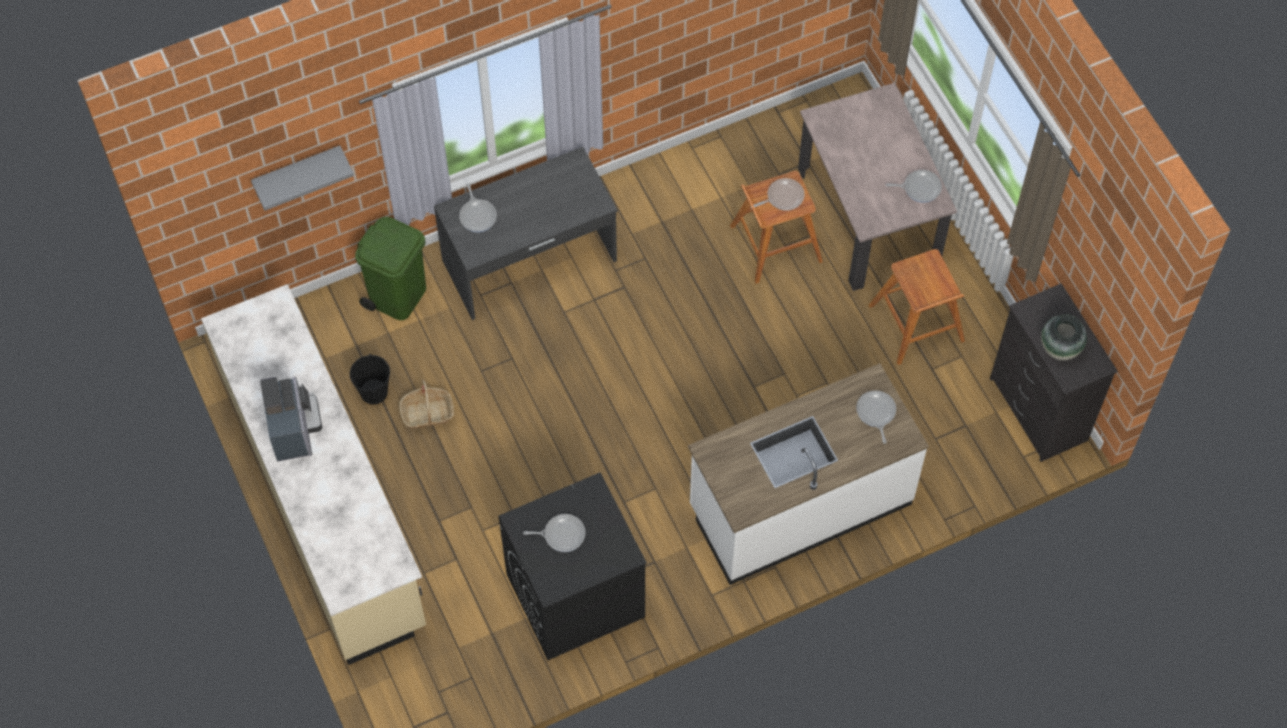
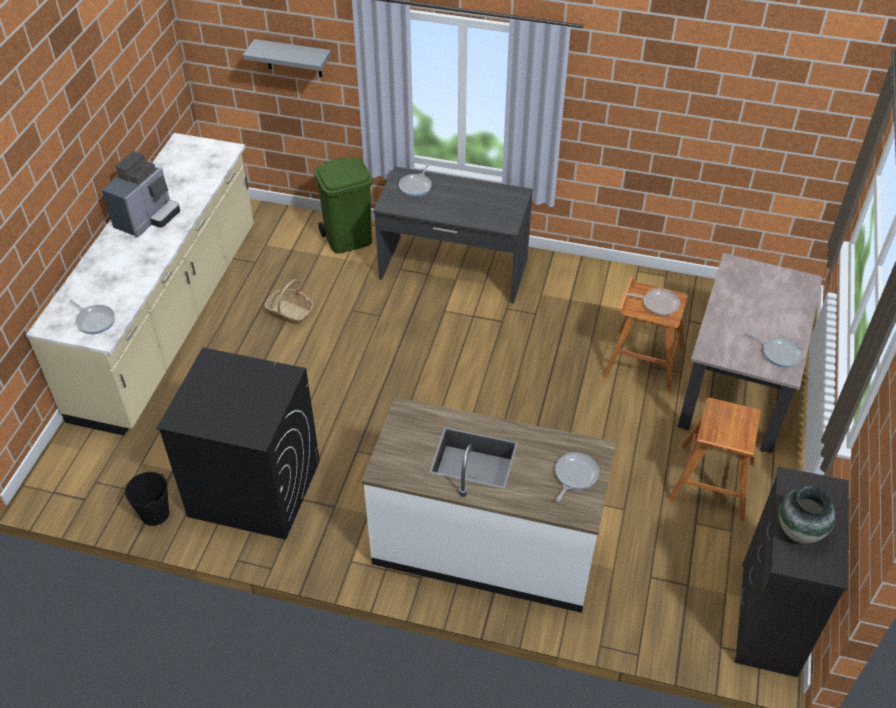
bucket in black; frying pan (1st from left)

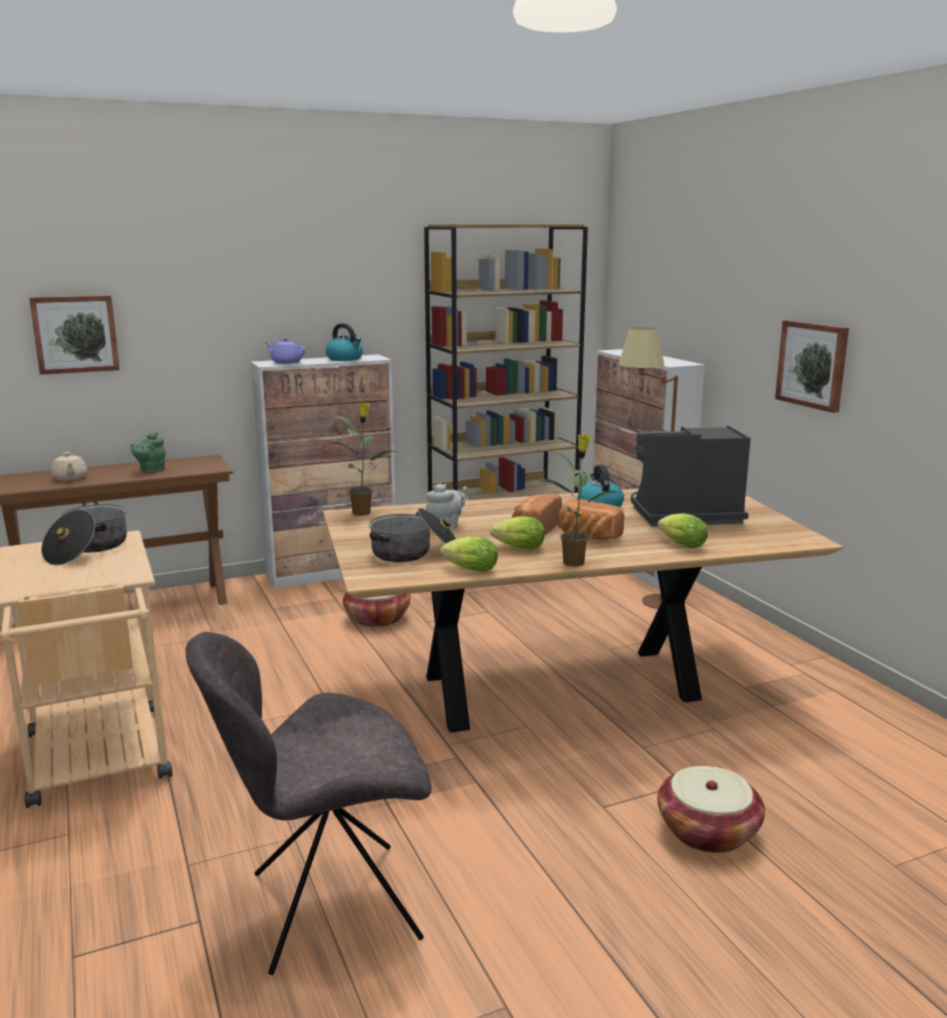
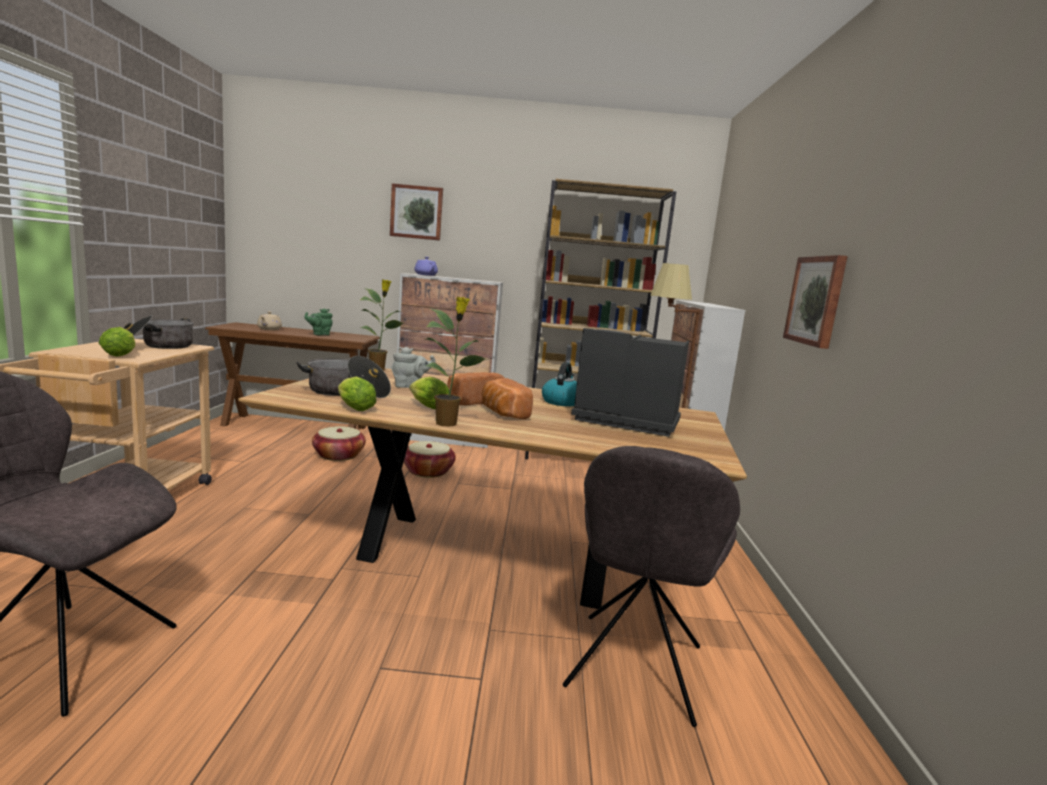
picture (1st from left); kettle (1st from left in the first image); lettuce (1st from left); basket (1st from left); chair in grey (2nd from left)

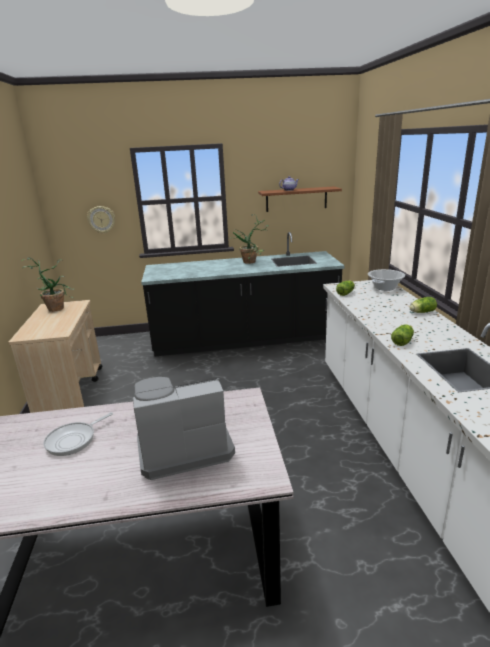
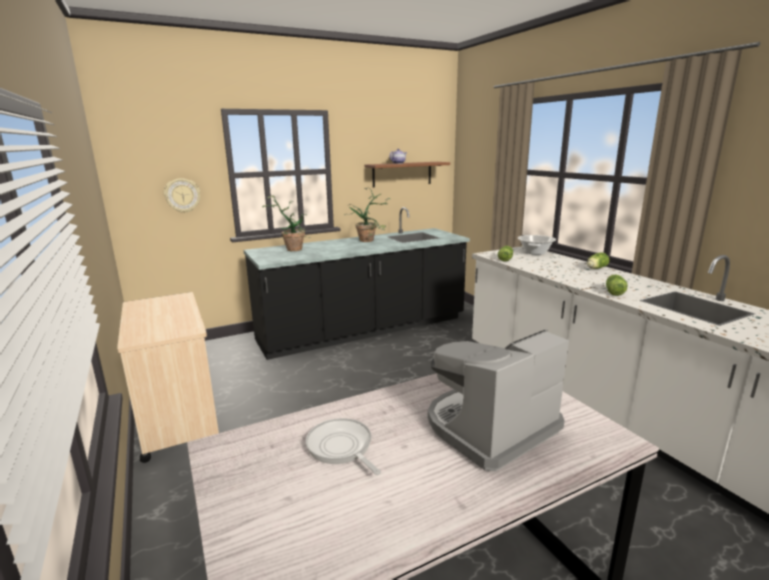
potted plant (1st from left); frying pan

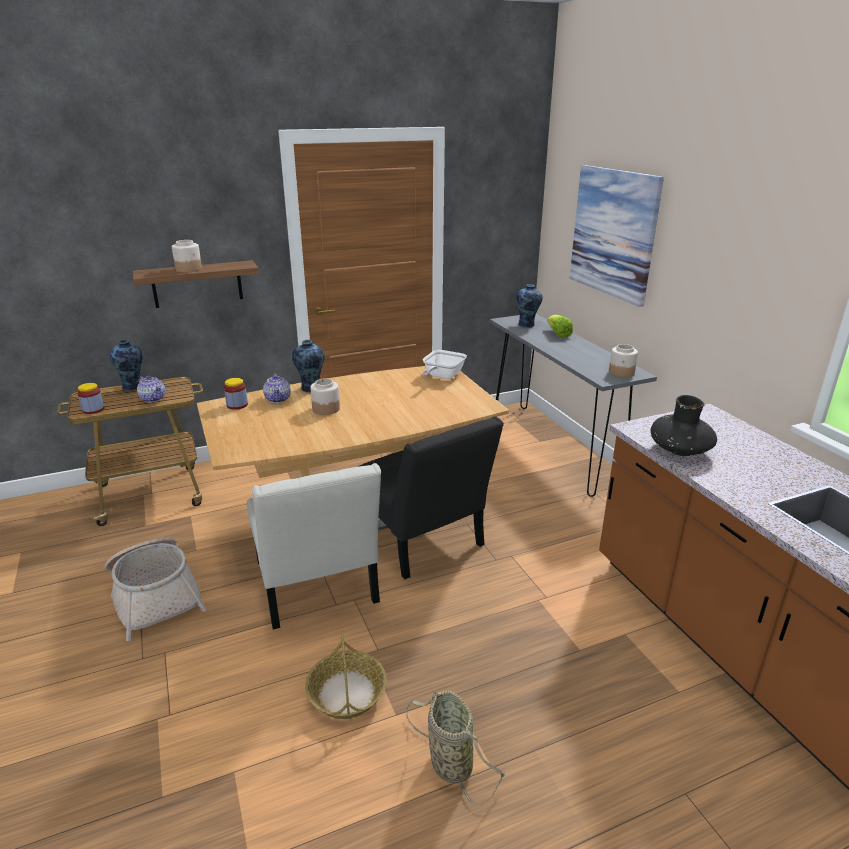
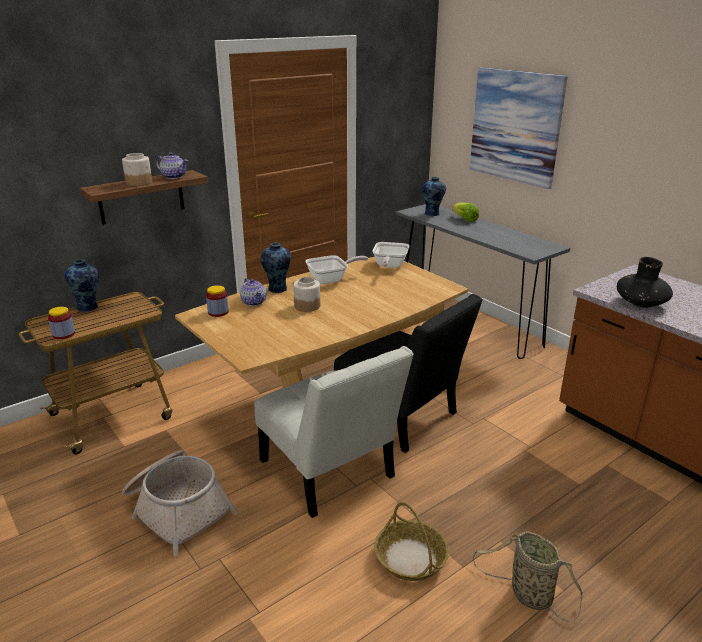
jar (5th from left in the first image); teapot (1st from left); frying pan (1st from left)

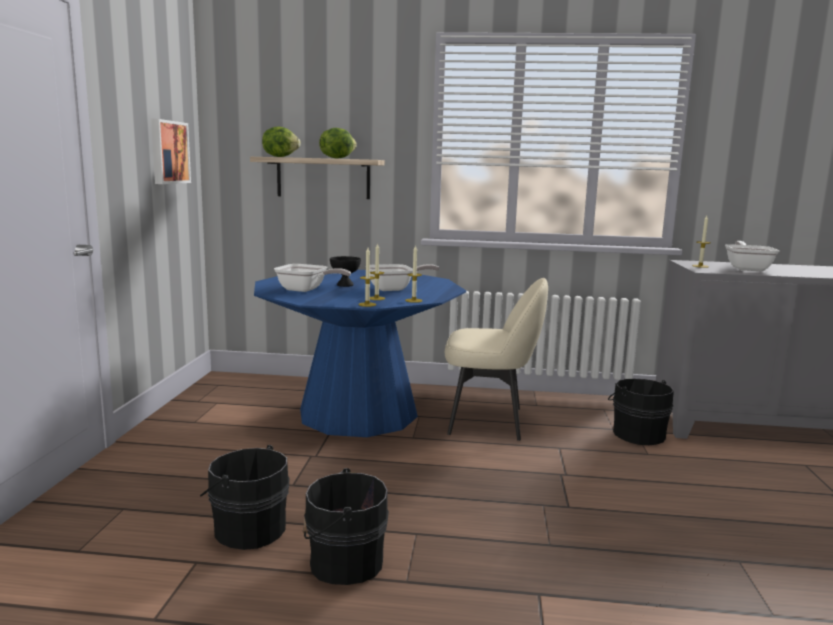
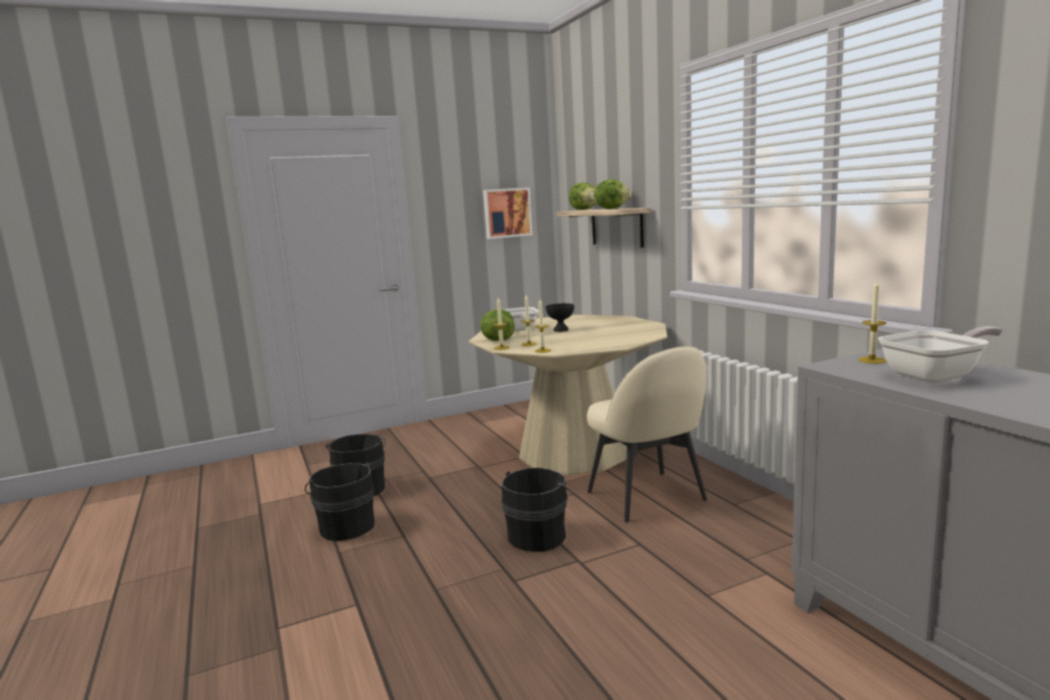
frying pan (2nd from left in the first image); dining table in beige; bucket in black (3rd from left); lettuce (1st from left)

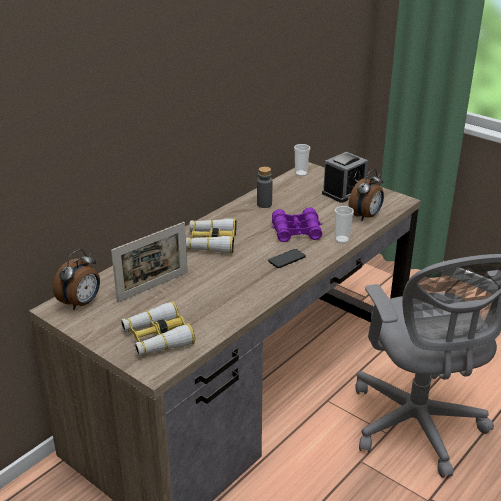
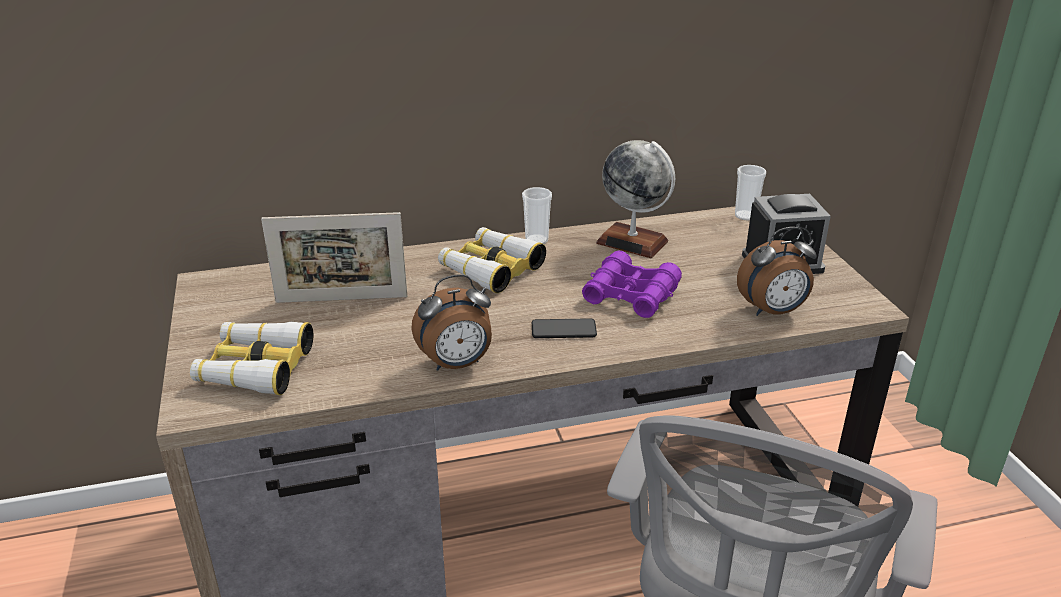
globe; cup (1st from left); alarm clock (1st from left)

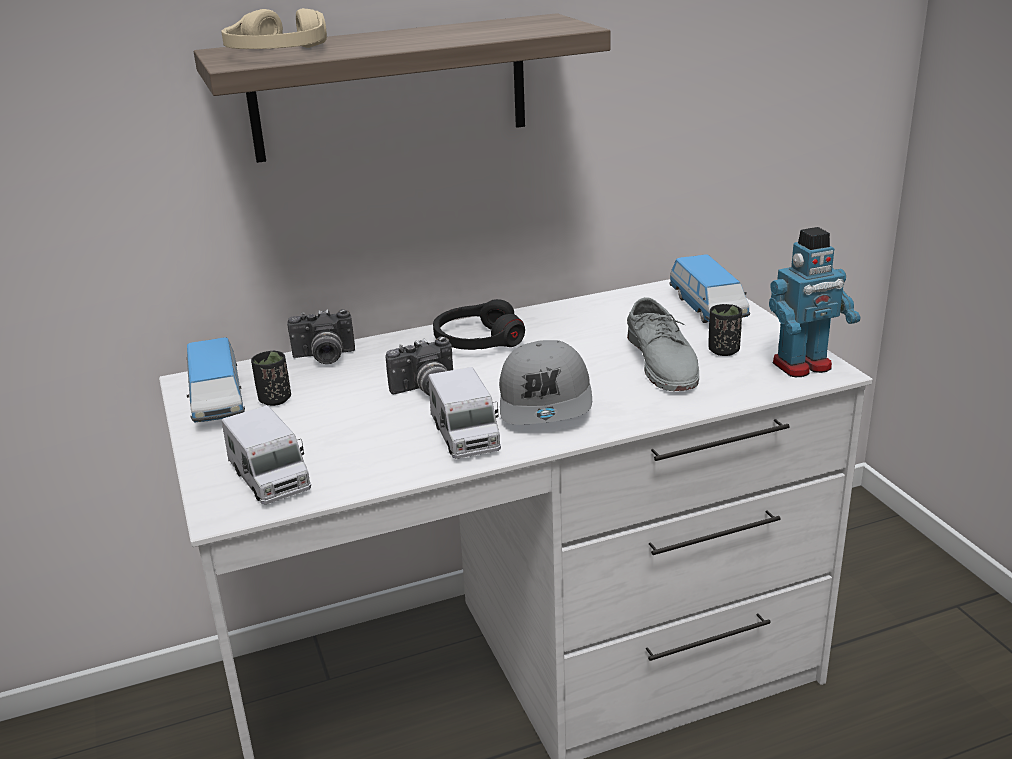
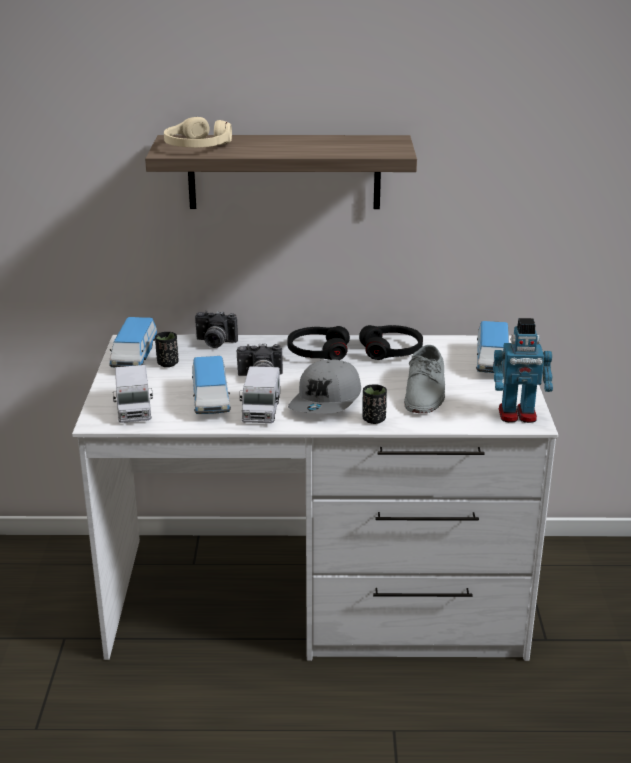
cup in black (2nd from left); headphones in black (2nd from left); toy car (2nd from left)

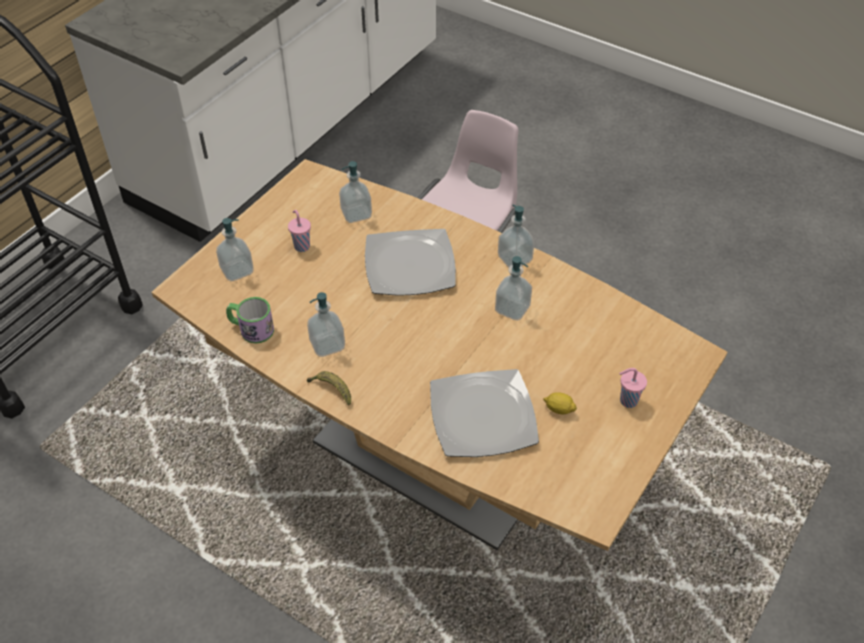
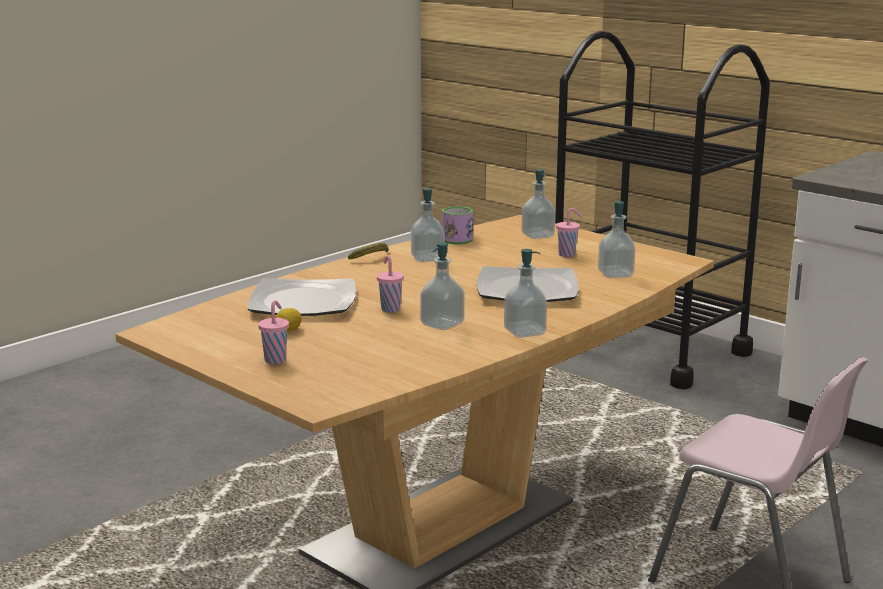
cup in pink (2nd from left)

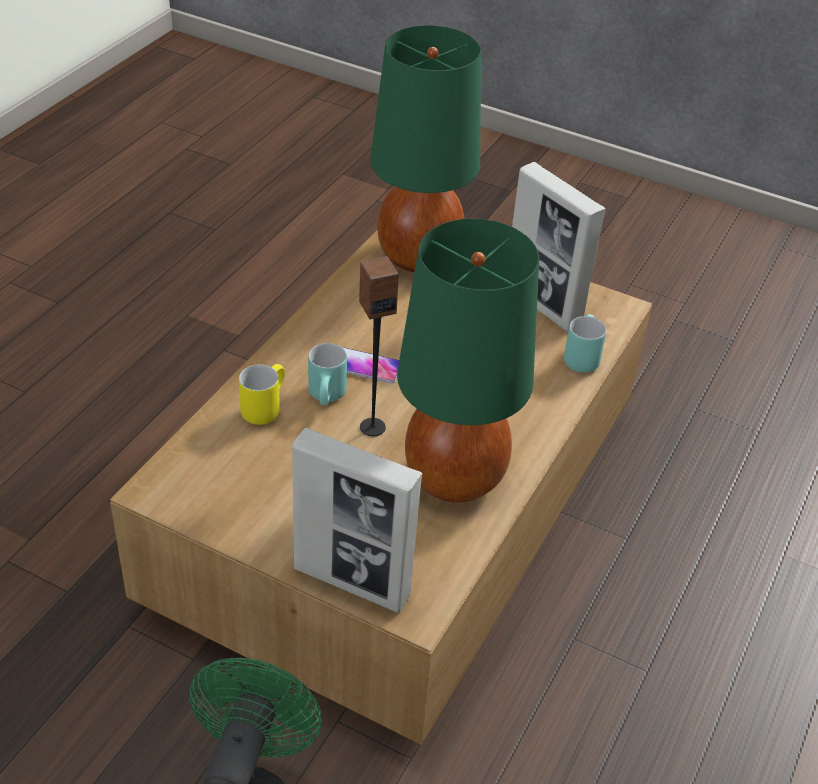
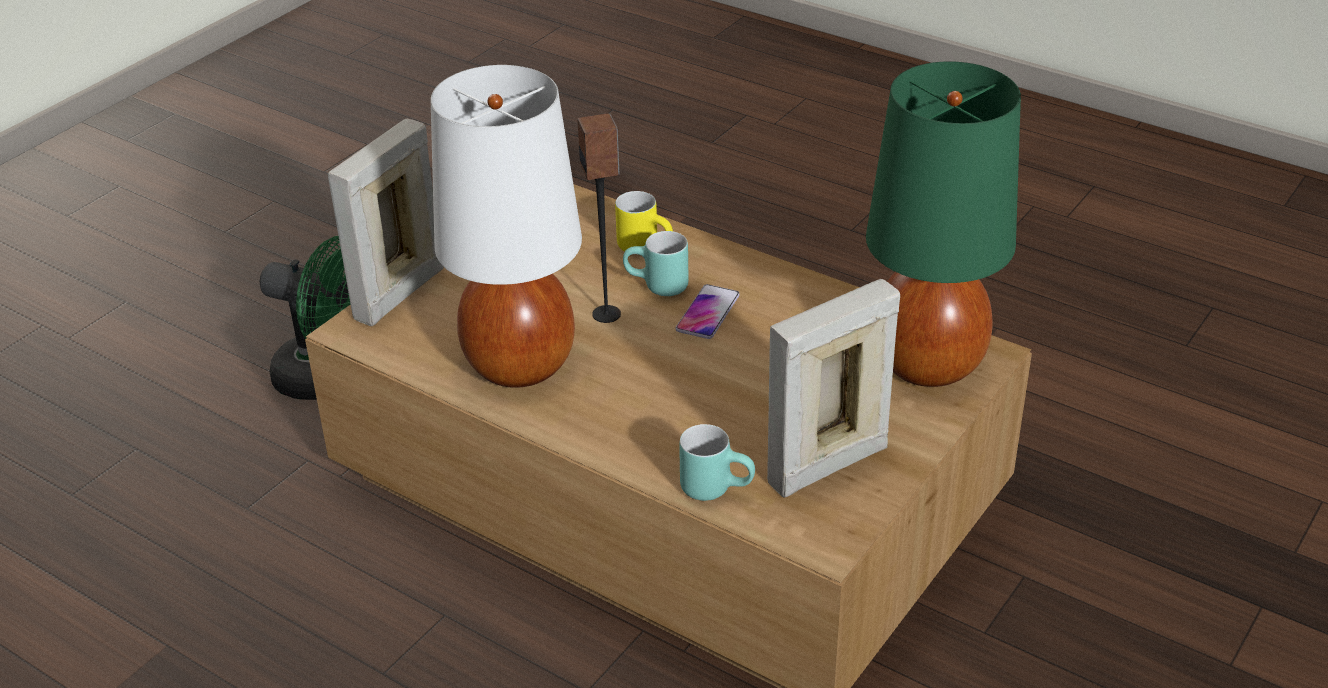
table lamp in white

